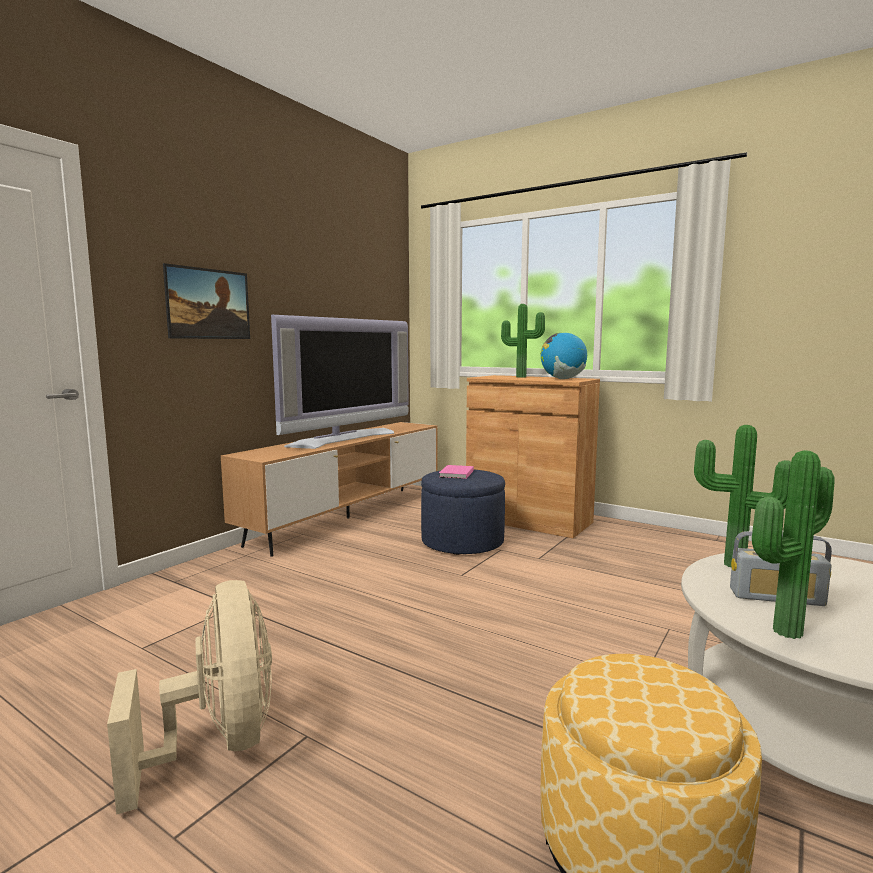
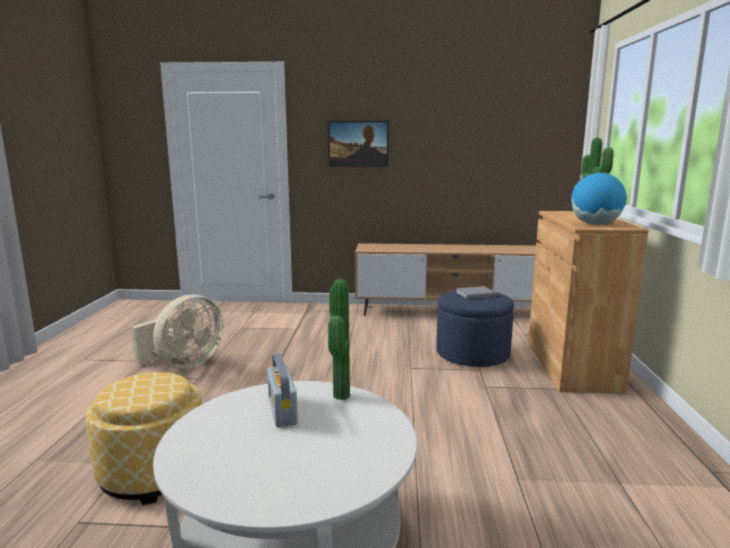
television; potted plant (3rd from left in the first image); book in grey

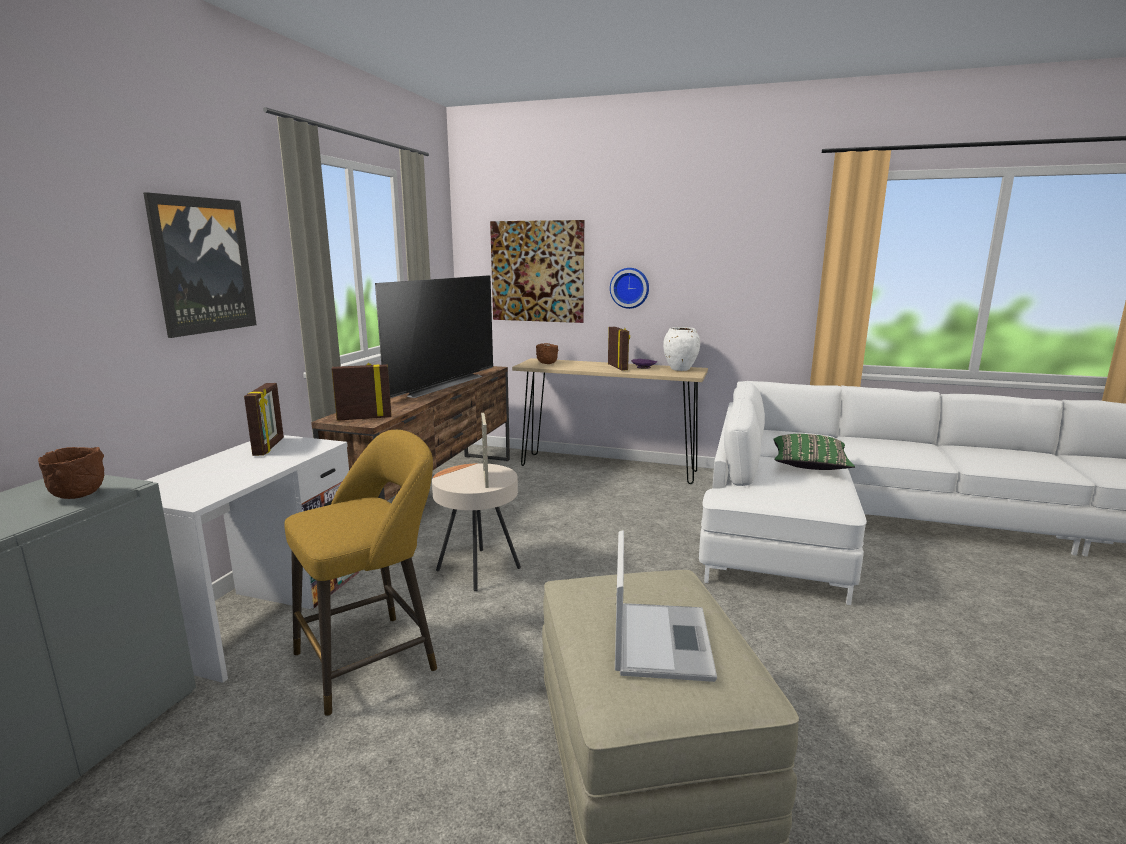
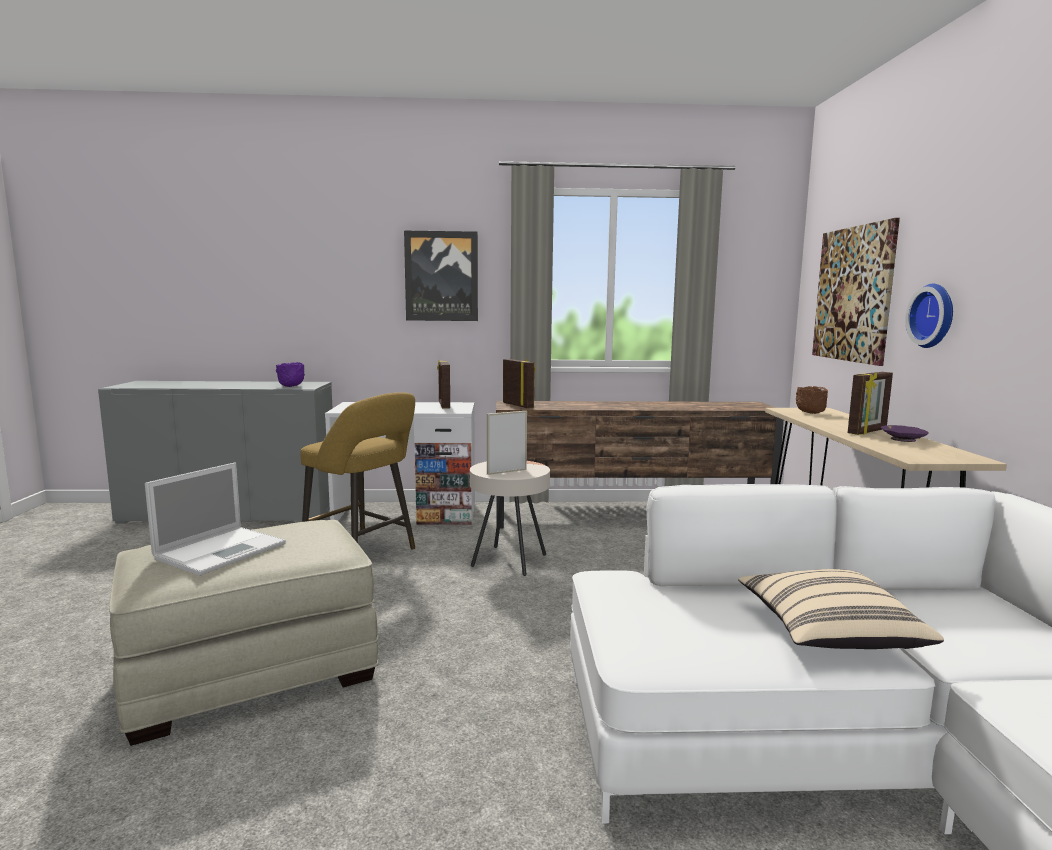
television; vase in white; picture frame (1st from left); pillow in beige; bowl in purple (1st from left); laptop

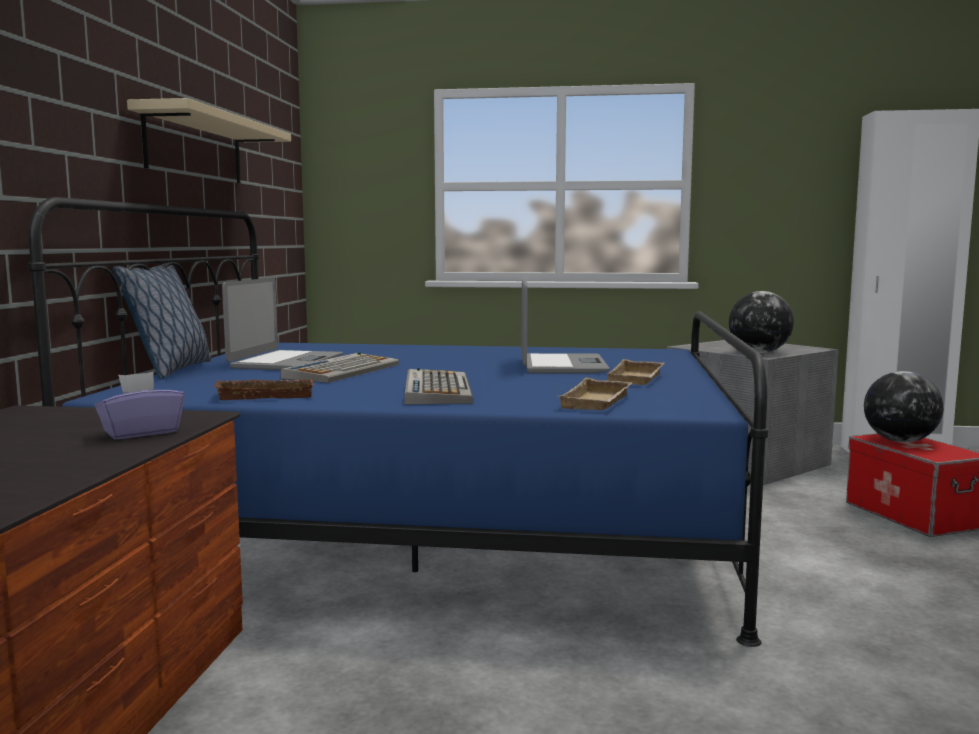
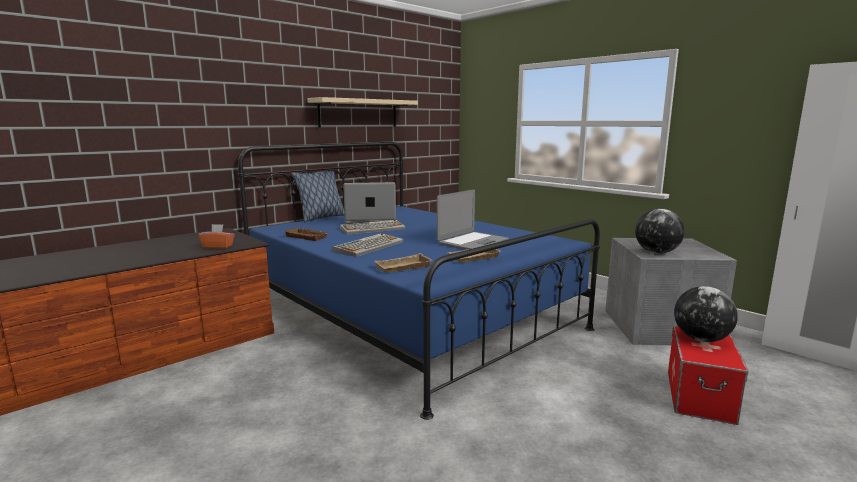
laptop (1st from left); tissue box in orange

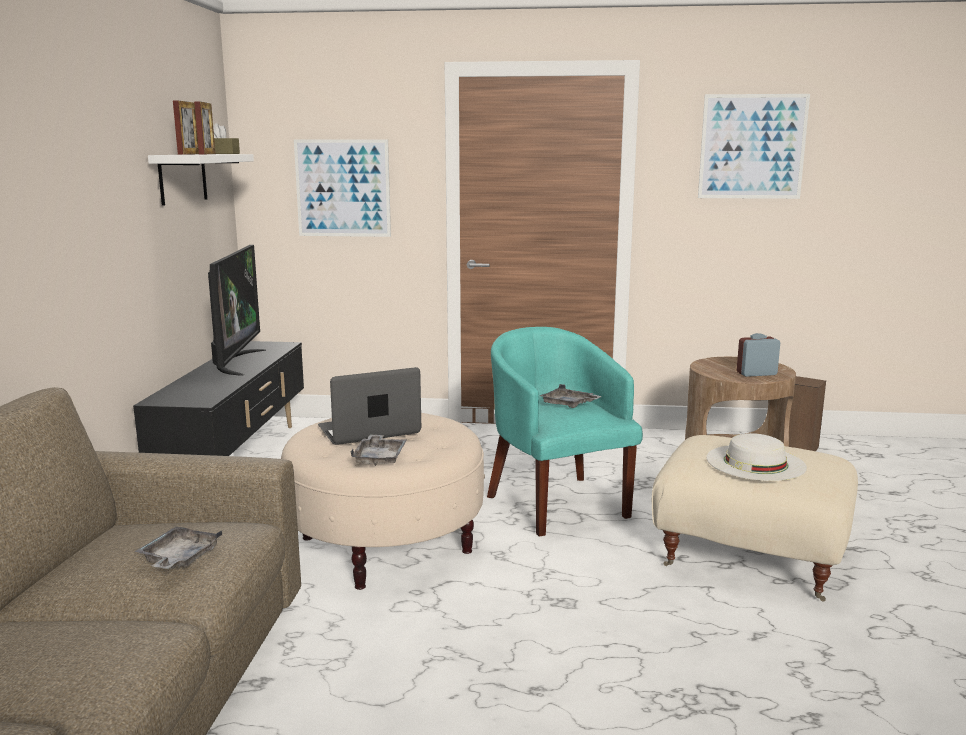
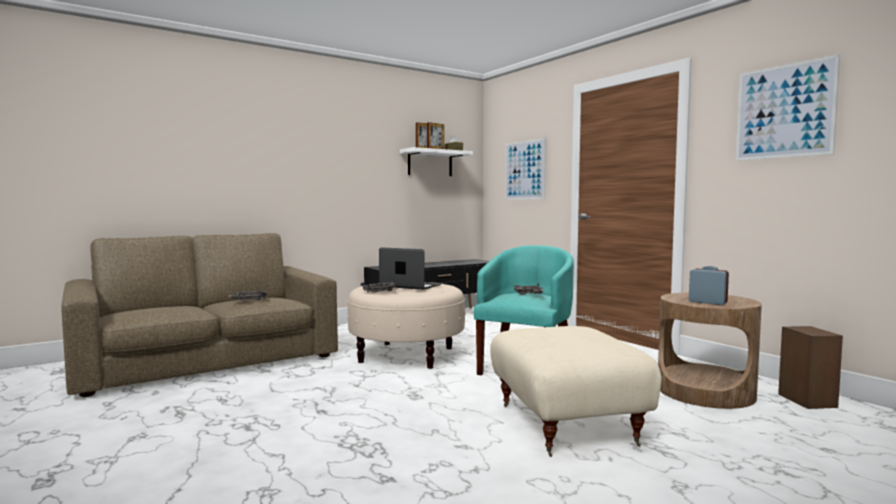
television; hat in white

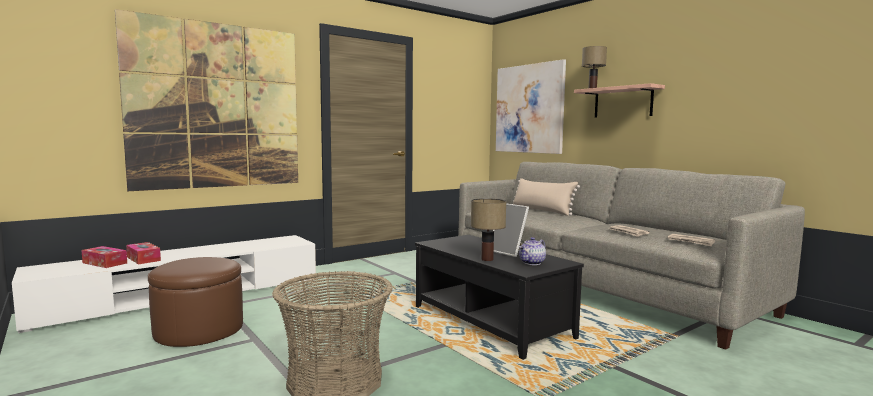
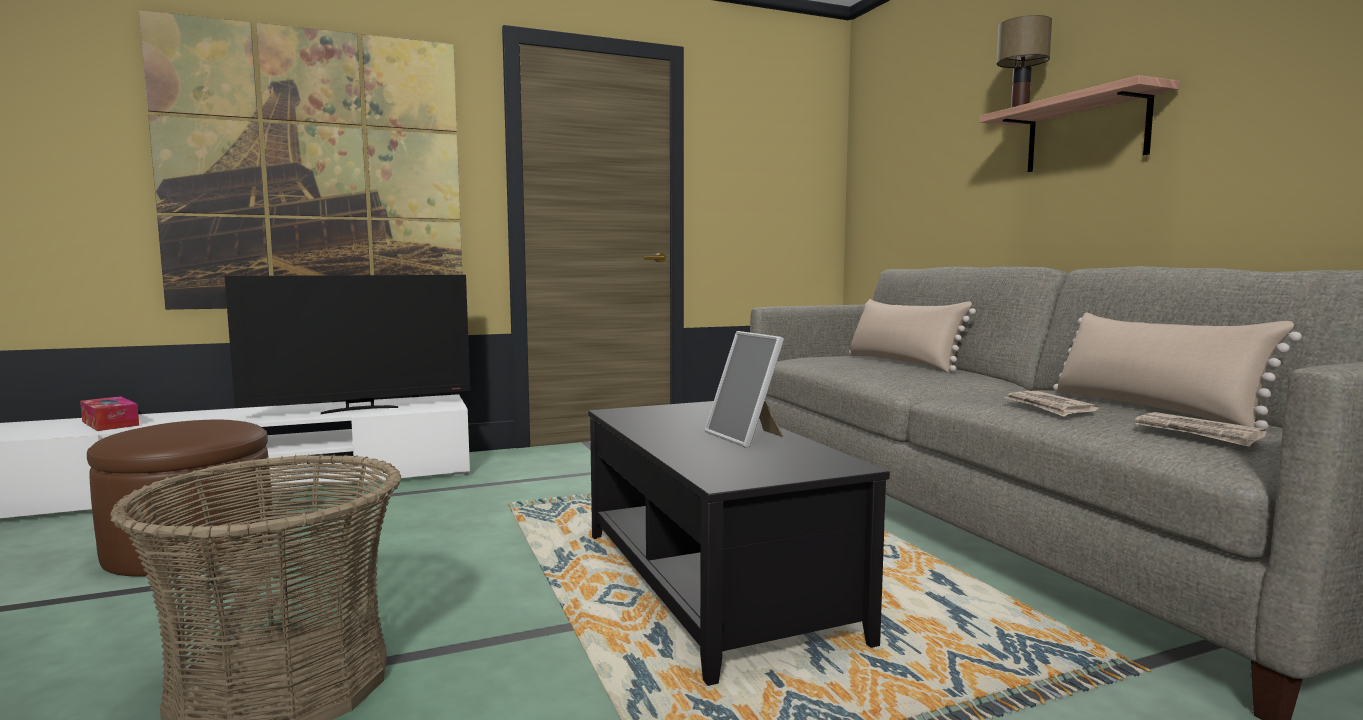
picture (2nd from left in the first image); table lamp (1st from left in the first image); teapot; tissue box (2nd from left in the first image); television; pillow in beige (2nd from left)

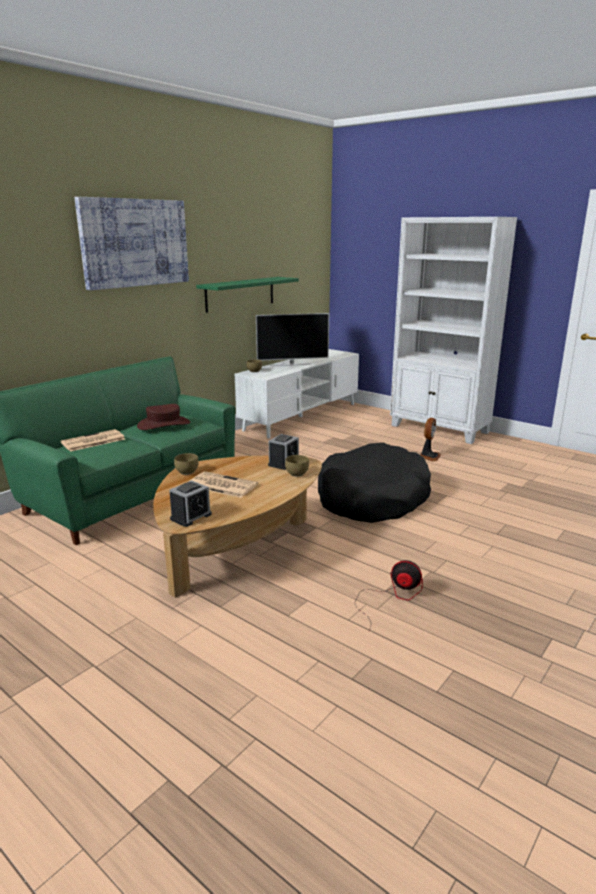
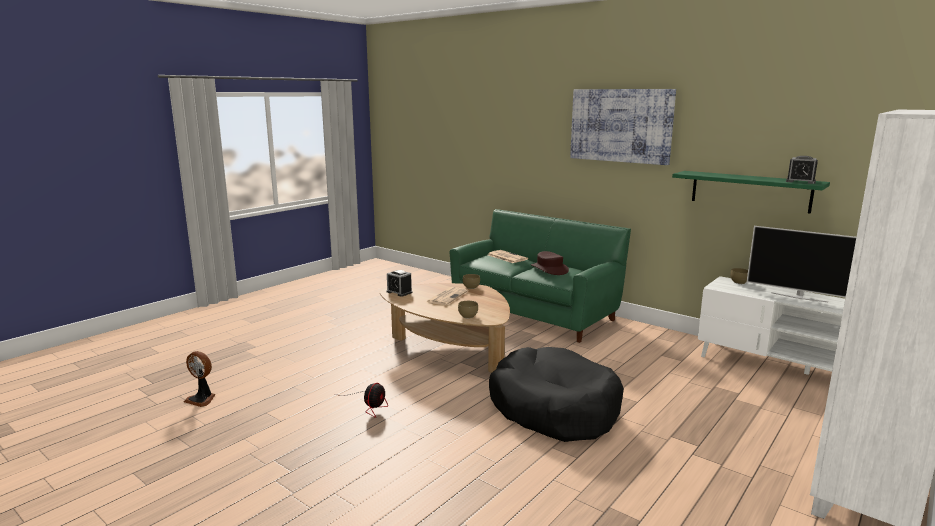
television; fan (1st from left); alarm clock (2nd from left)

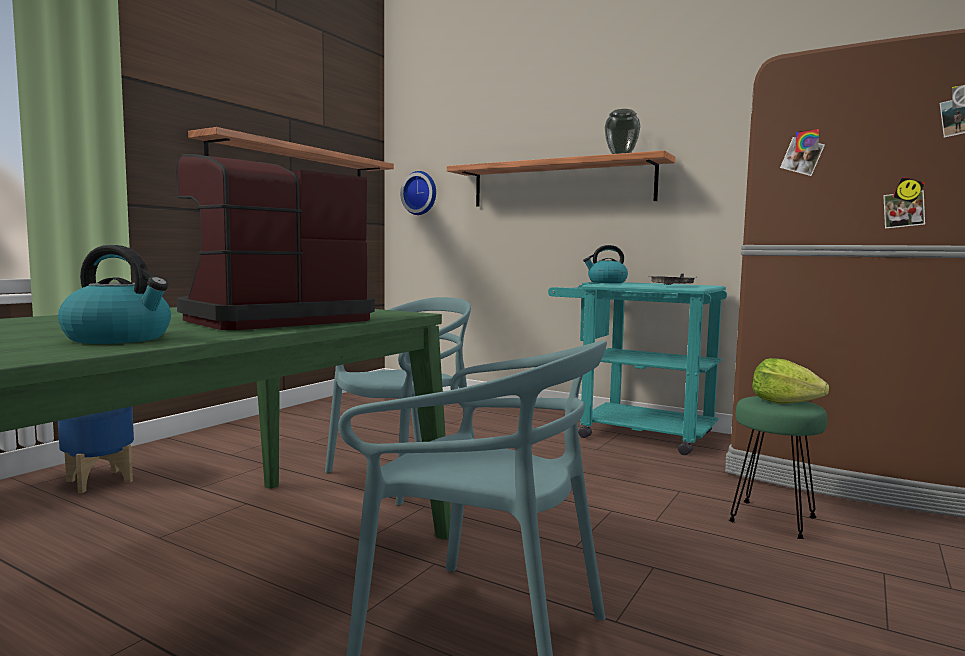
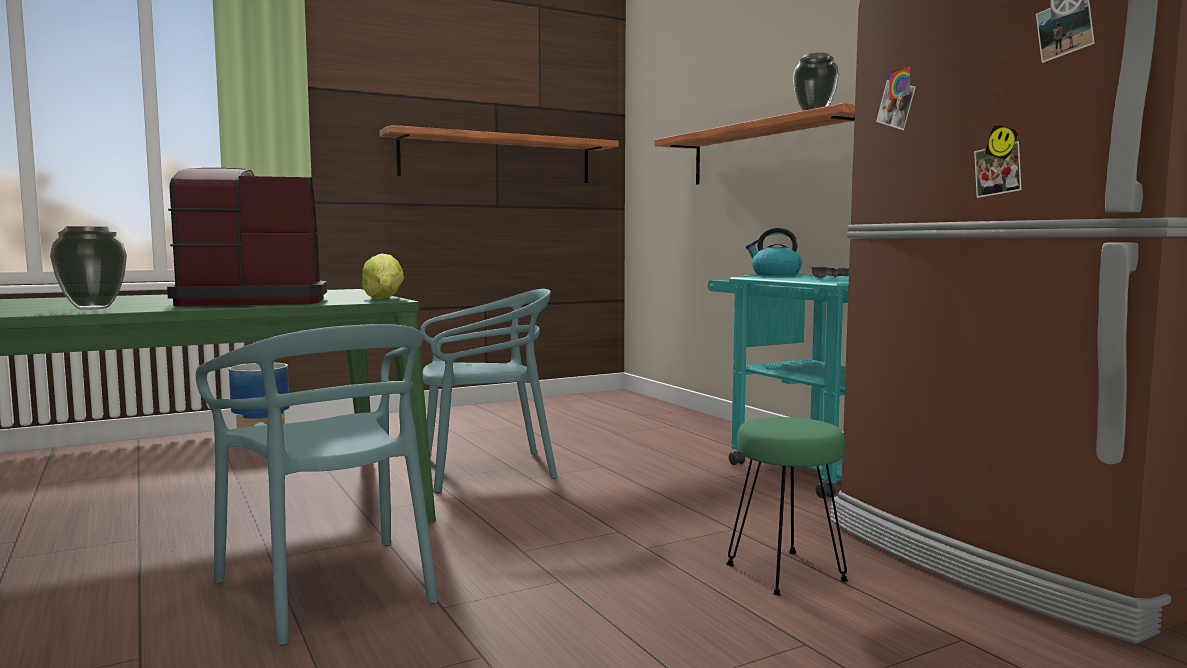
wall clock; vase (1st from left); lettuce

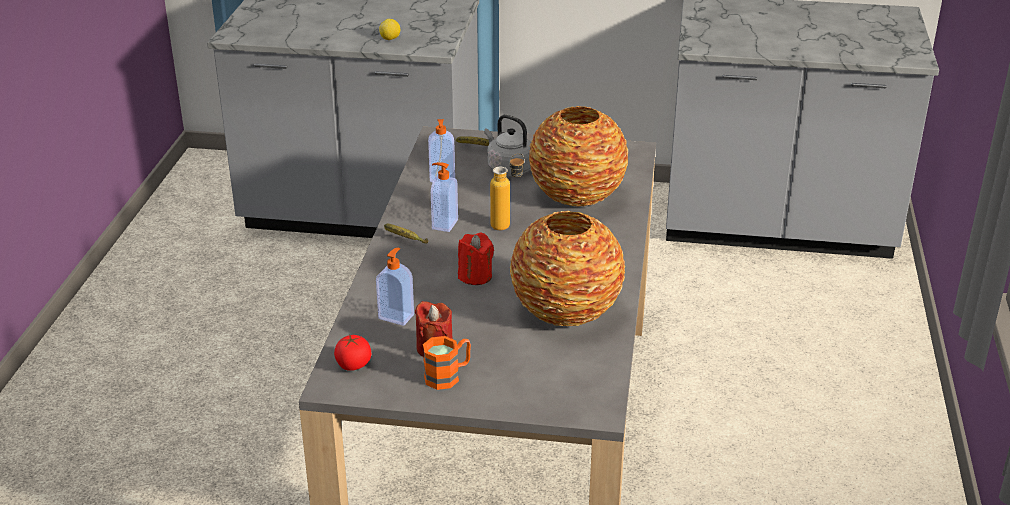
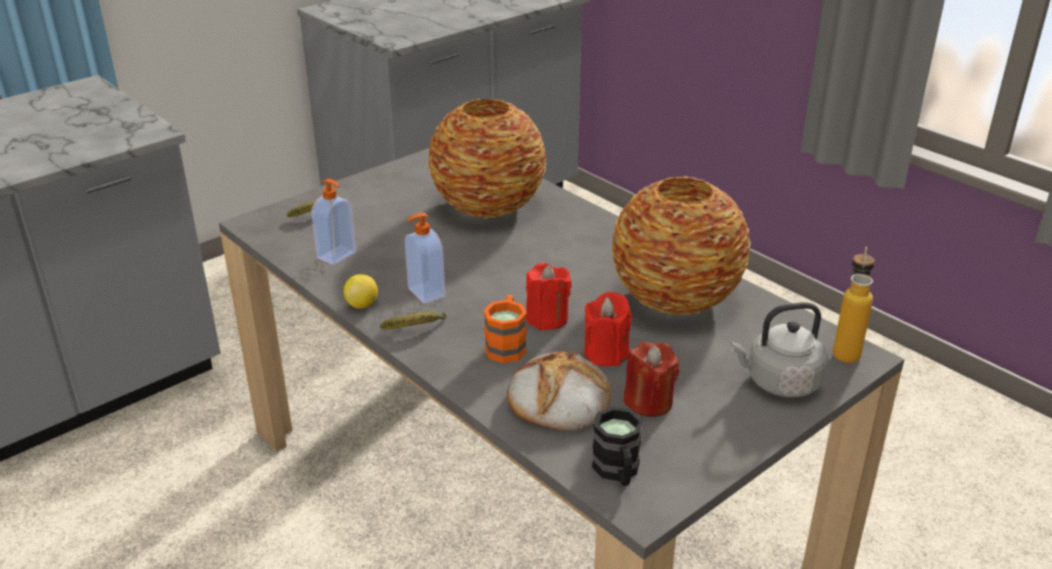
lemon; kettle in grey; bottle; bread; mug in black; mug in orange; candle in red (2nd from left)

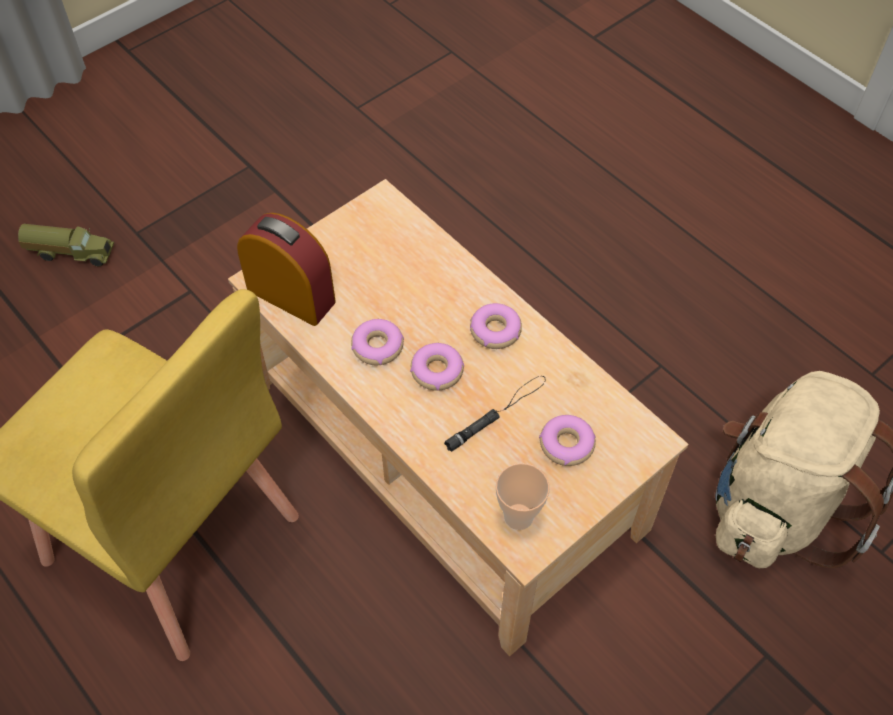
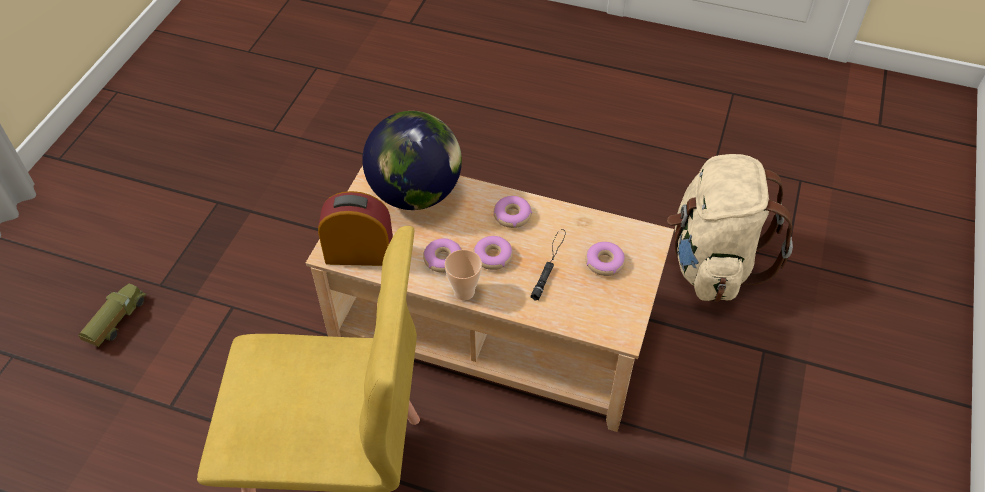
toy truck; cup; globe

